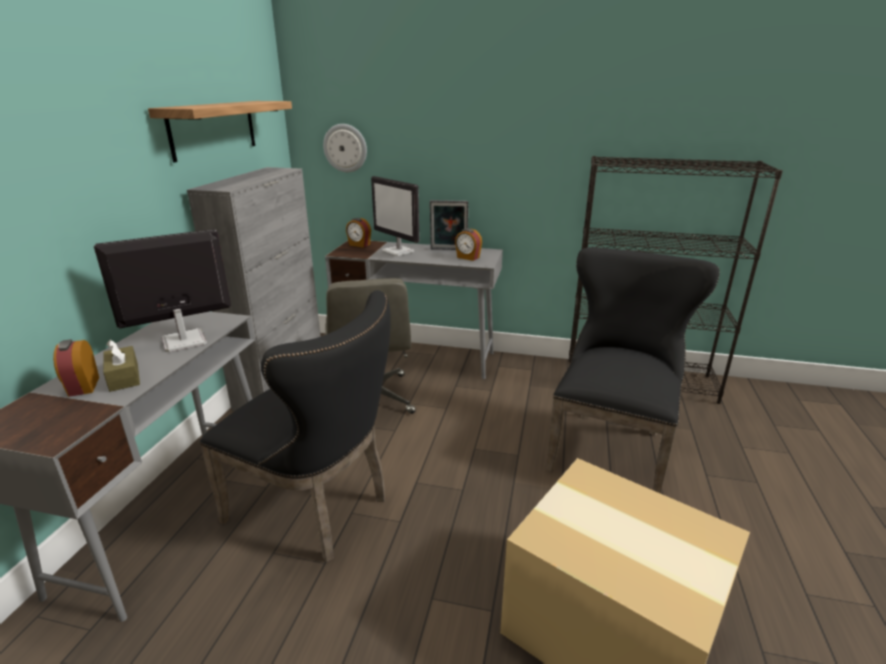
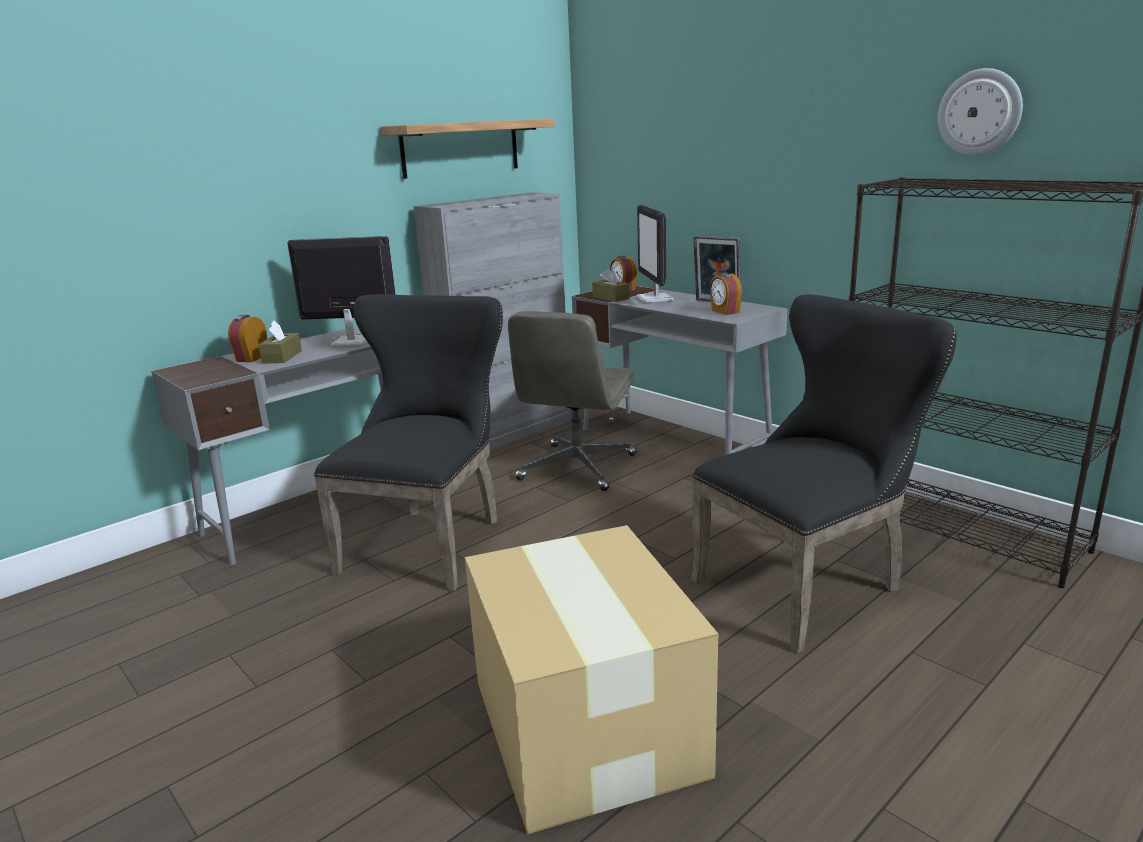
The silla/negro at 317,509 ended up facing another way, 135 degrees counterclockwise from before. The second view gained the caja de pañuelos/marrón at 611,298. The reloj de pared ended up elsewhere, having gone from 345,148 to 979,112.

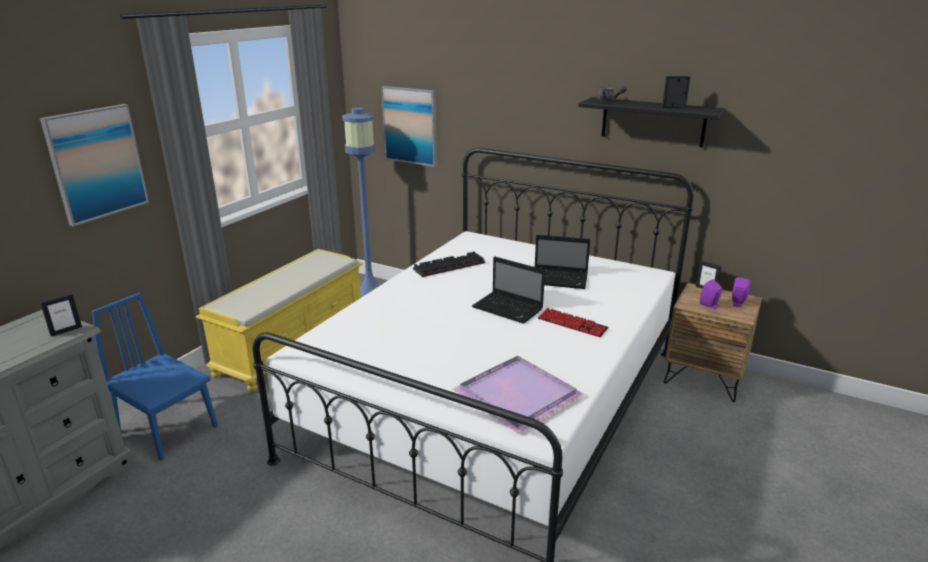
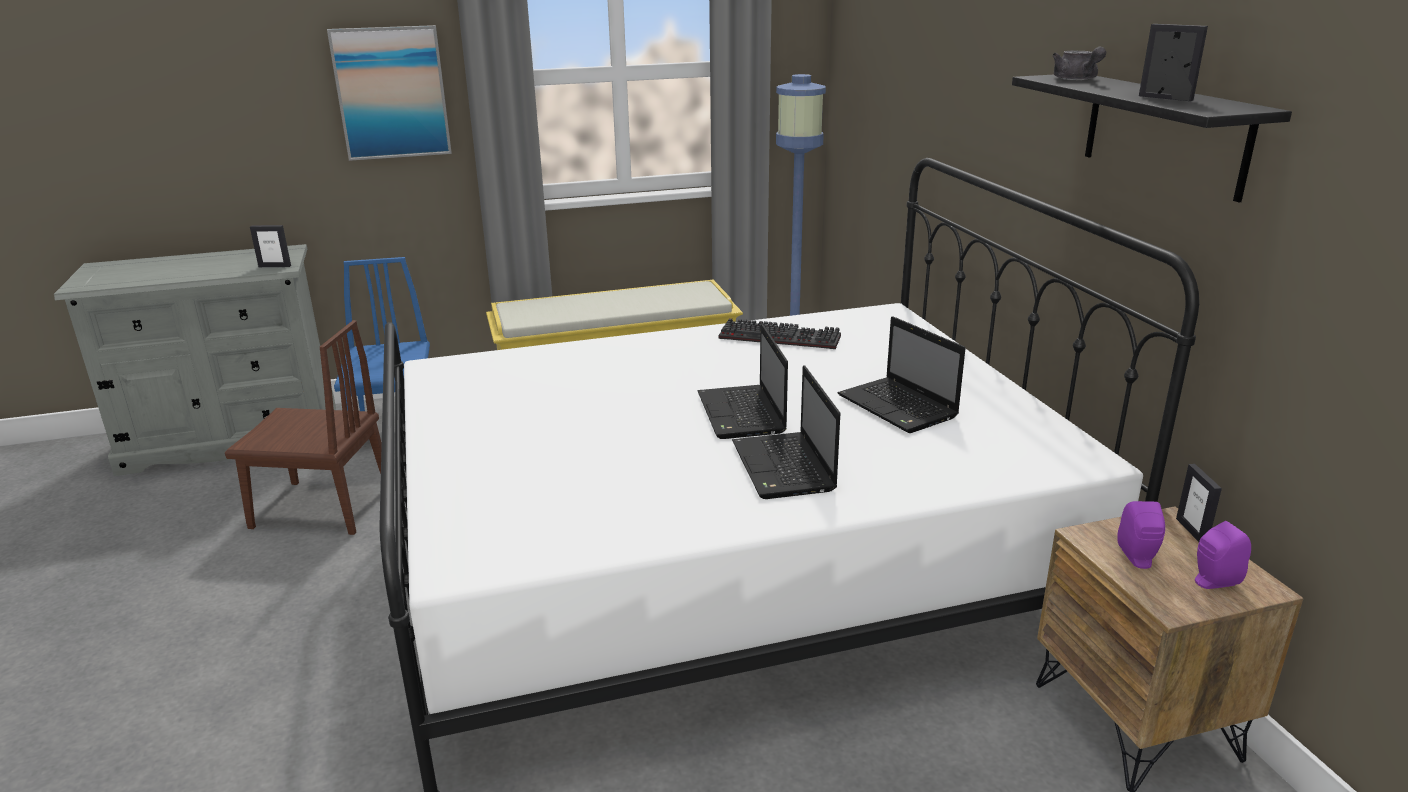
The second view gained the silla/marrón at 322,507. Where the teclado stood at 572,324, the portátil came to stand at 784,468. The second view lost the cuadro at 410,126. The second view lost the bandeja/morado at 514,395.

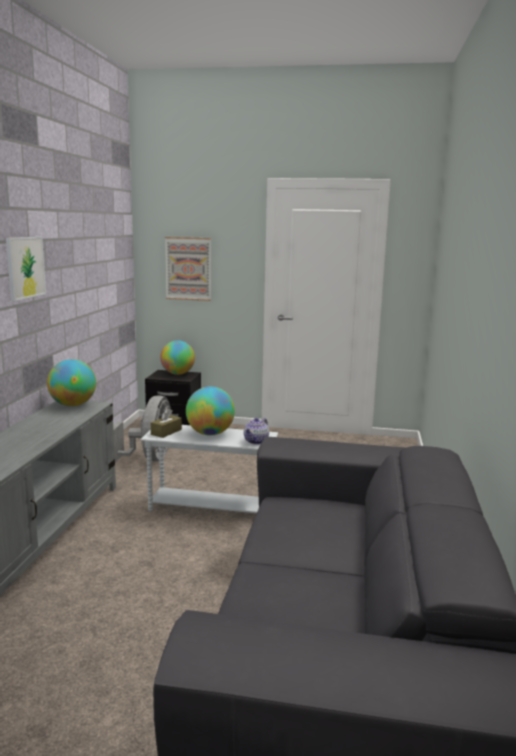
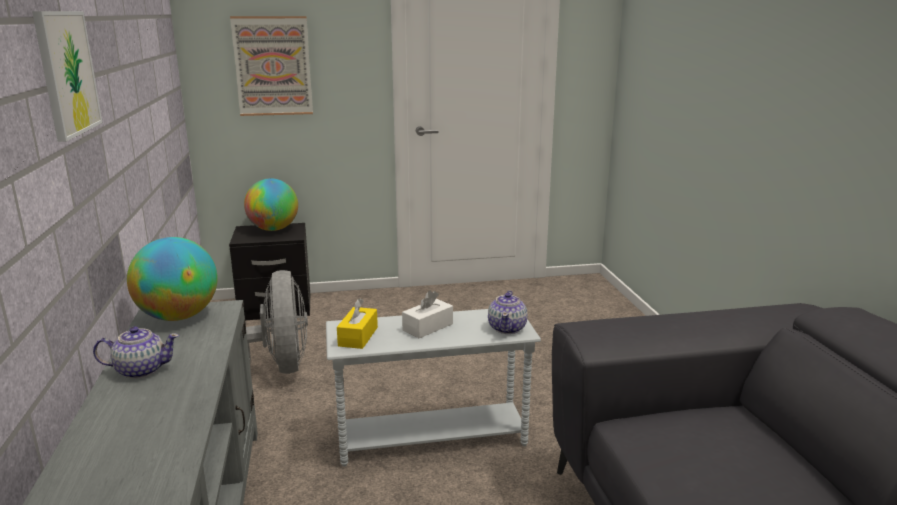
The second view gained the tetera at 140,370. What was the caja de pañuelos/marrón at 166,432 turned into the caja de pañuelos/amarillo at 358,336. Where the globo terráqueo stood at 210,433, the caja de pañuelos/blanco came to stand at 428,327.

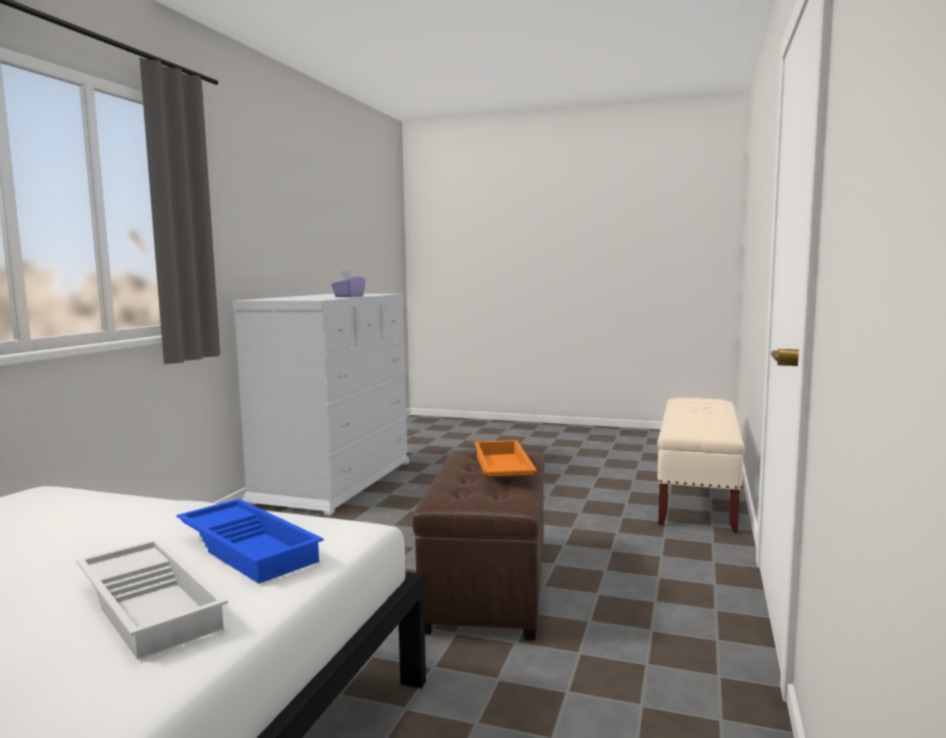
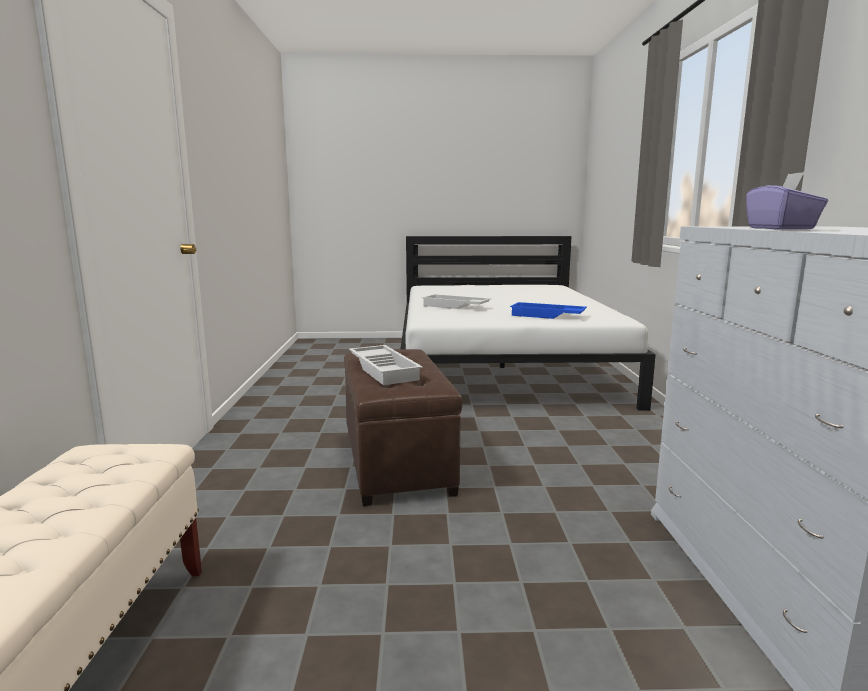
What was the bandeja/naranja at 501,469 turned into the bandeja/blanco at 385,370. The bandeja/azul ended up elsewhere, having gone from 251,548 to 546,316.

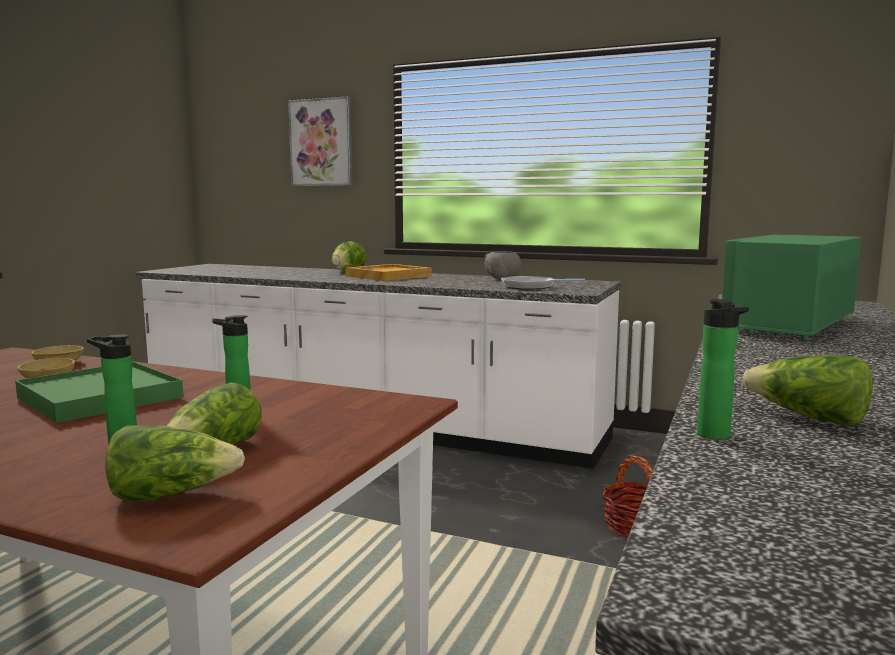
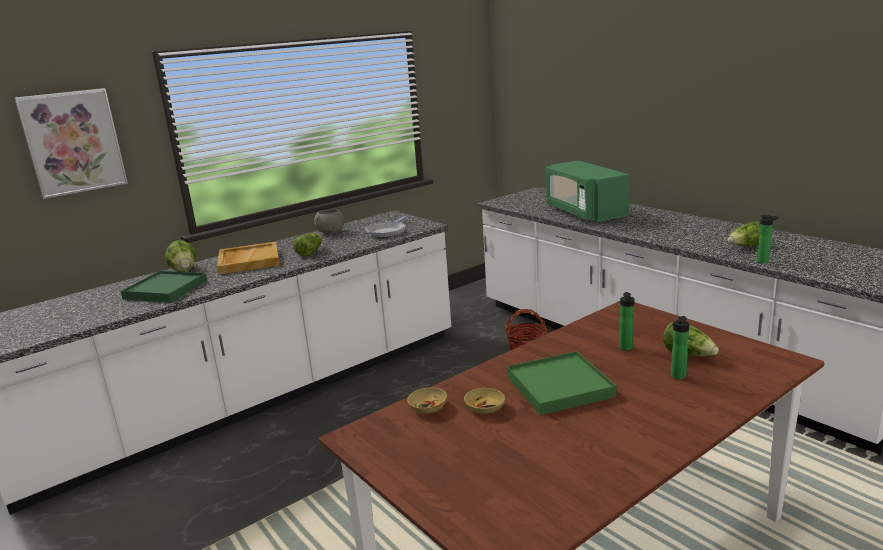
The second view gained the bandeja/verde at 165,290. The lechuga ended up elsewhere, having gone from 172,495 to 310,253.

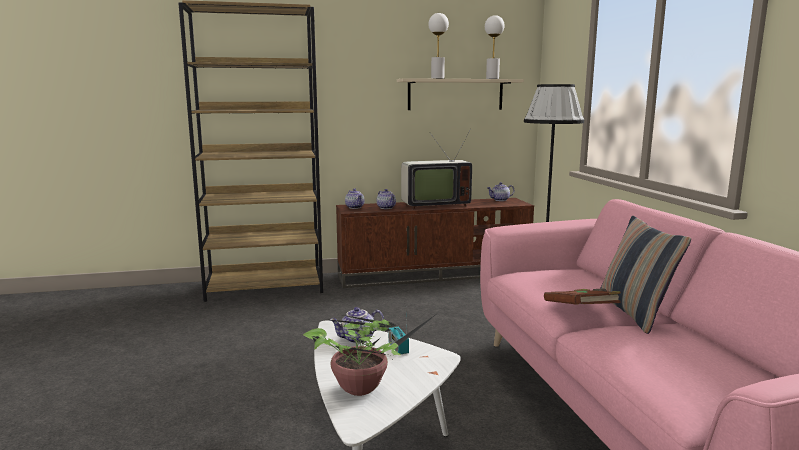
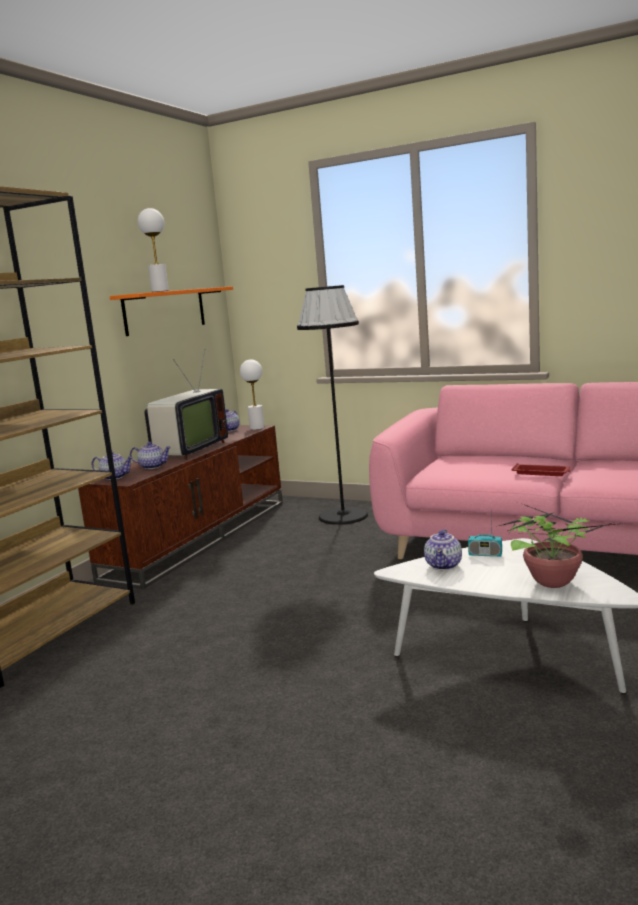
What was the estante/beis at 455,94 turned into the estante/naranja at 165,311. The lámpara de mesa/blanco ended up elsewhere, having gone from 492,79 to 257,428. Where the libro/marrón stood at 580,311, the bandeja/rojo came to stand at 541,473. The second view lost the cojín at 634,313.

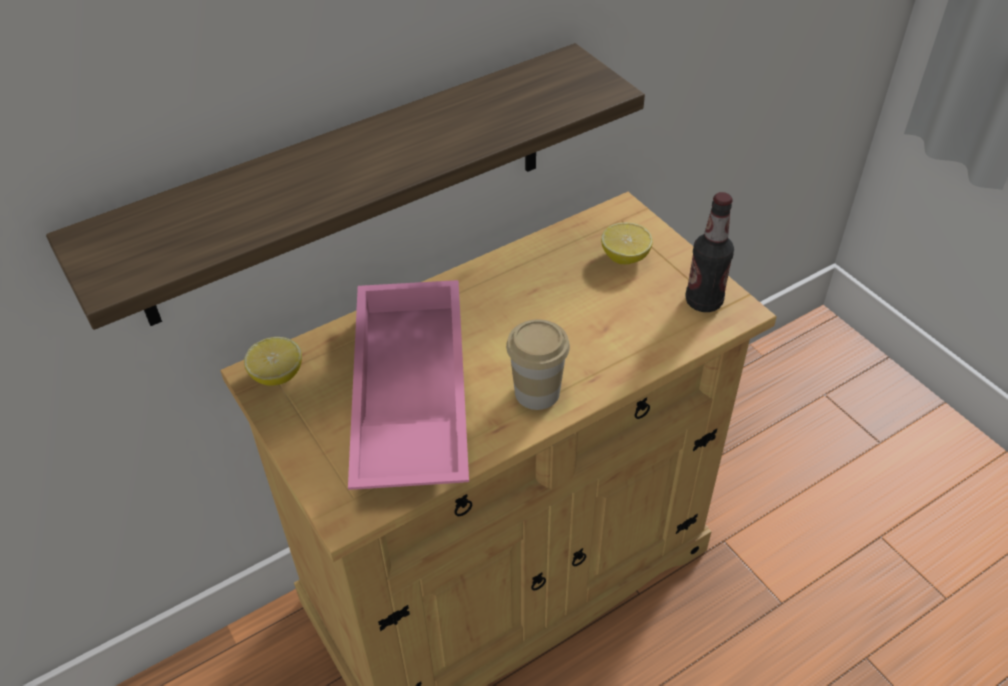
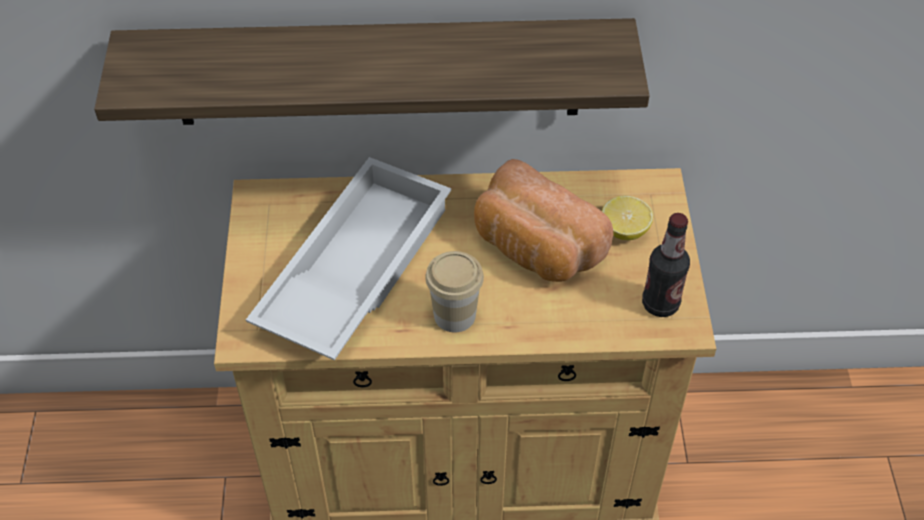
What was the bandeja/rosa at 407,395 turned into the bandeja/blanco at 353,268. The second view gained the pan at 534,248. The second view lost the limón at 277,375.

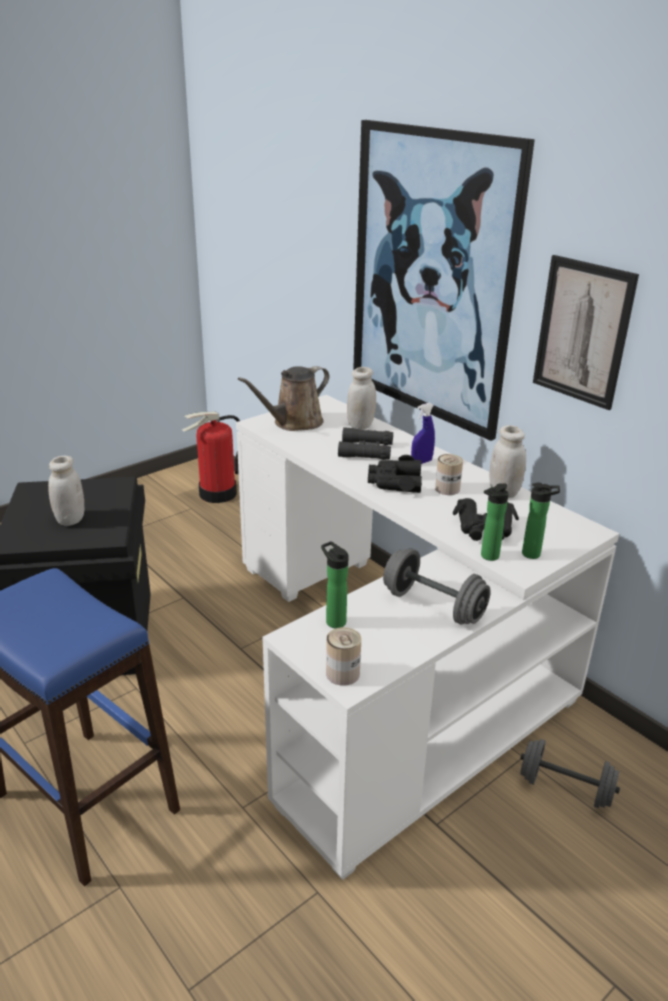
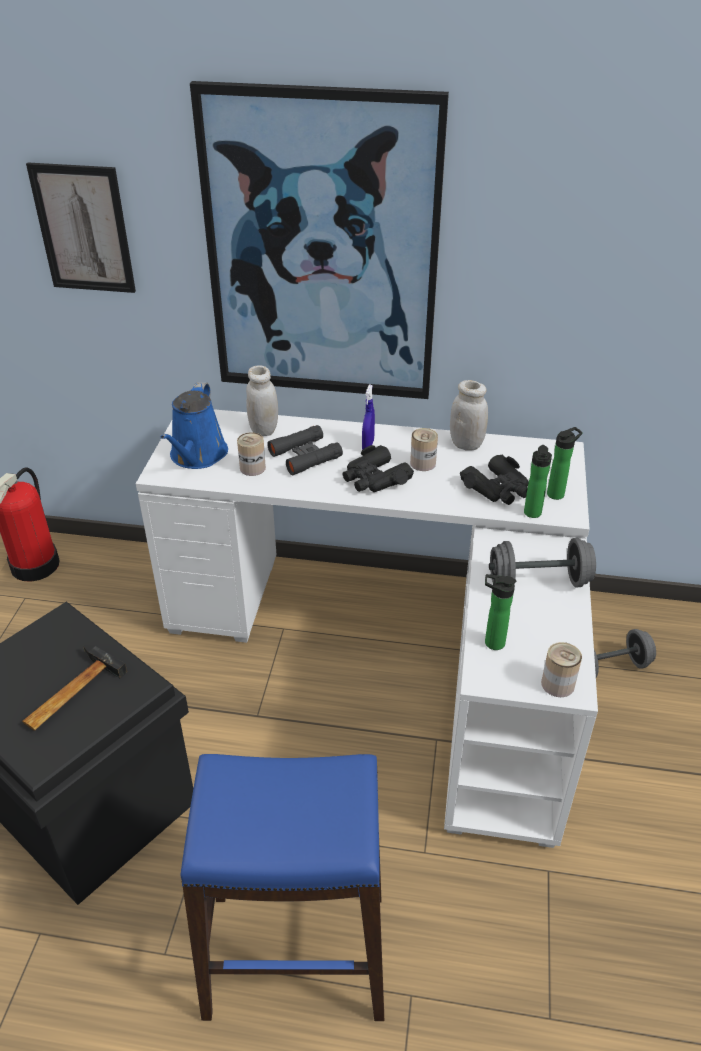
Where the tarro/blanco stood at 70,519, the martillo came to stand at 69,693. The cuadro ended up elsewhere, having gone from 582,332 to 83,229. What was the regadera/marrón at 294,423 turned into the regadera/azul at 197,456. The second view gained the lata at 252,468.

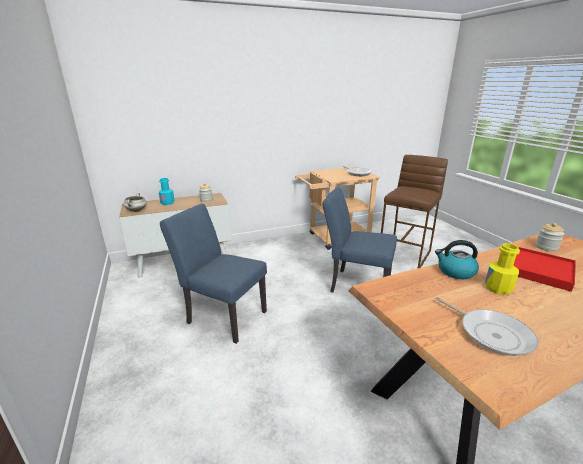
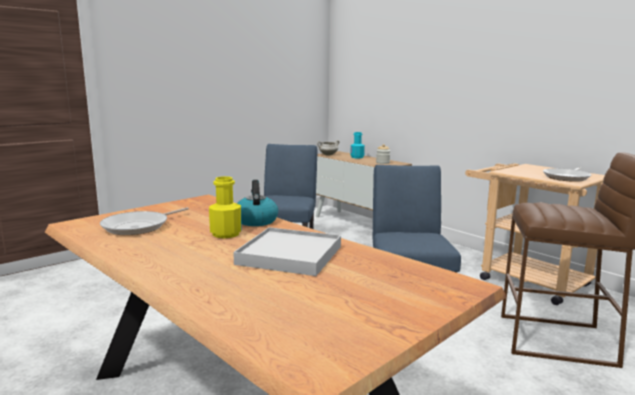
What was the bandeja/rojo at 537,270 turned into the bandeja/blanco at 290,255. The second view lost the tarro at 546,247.

